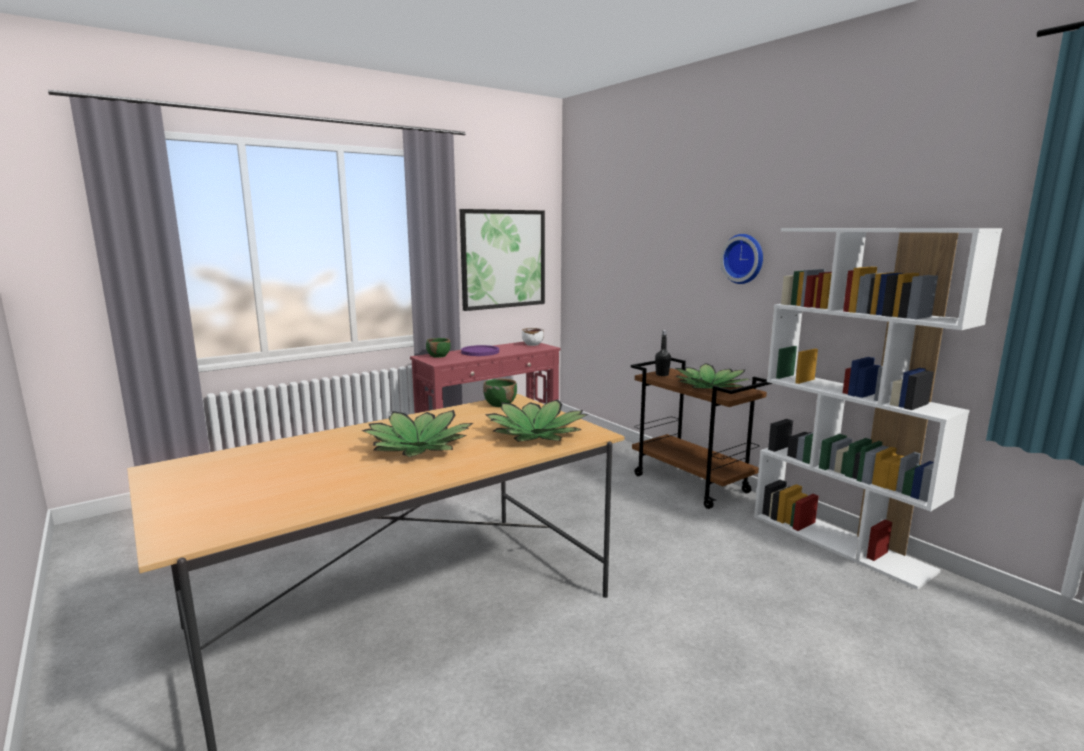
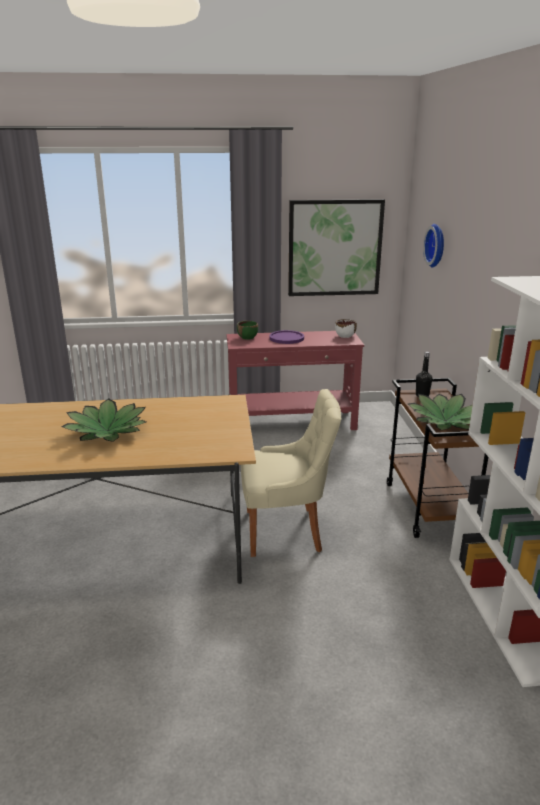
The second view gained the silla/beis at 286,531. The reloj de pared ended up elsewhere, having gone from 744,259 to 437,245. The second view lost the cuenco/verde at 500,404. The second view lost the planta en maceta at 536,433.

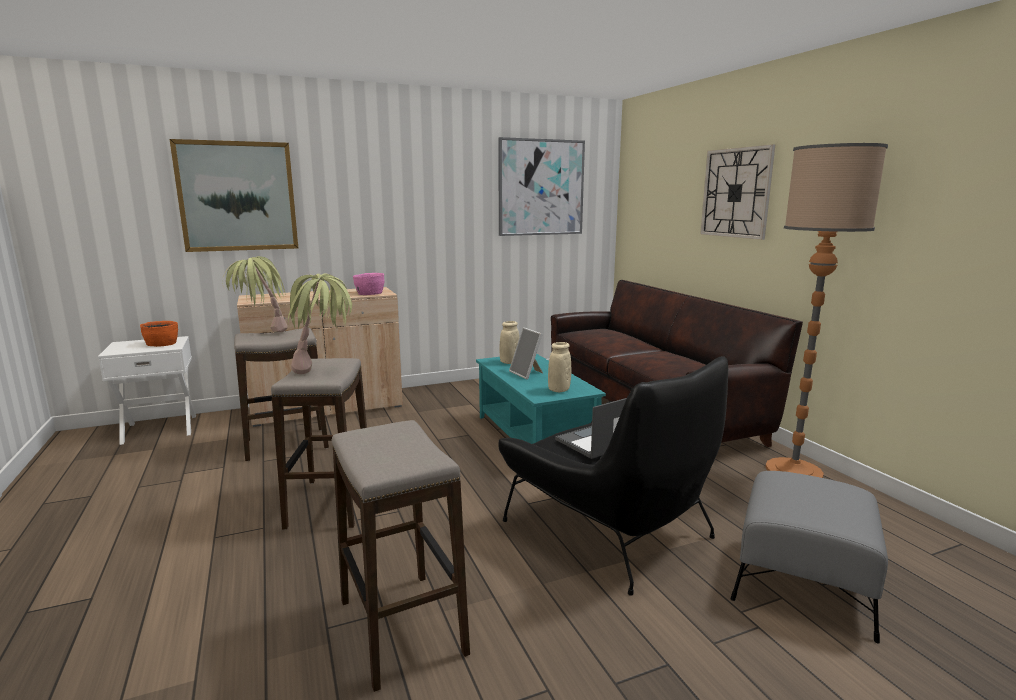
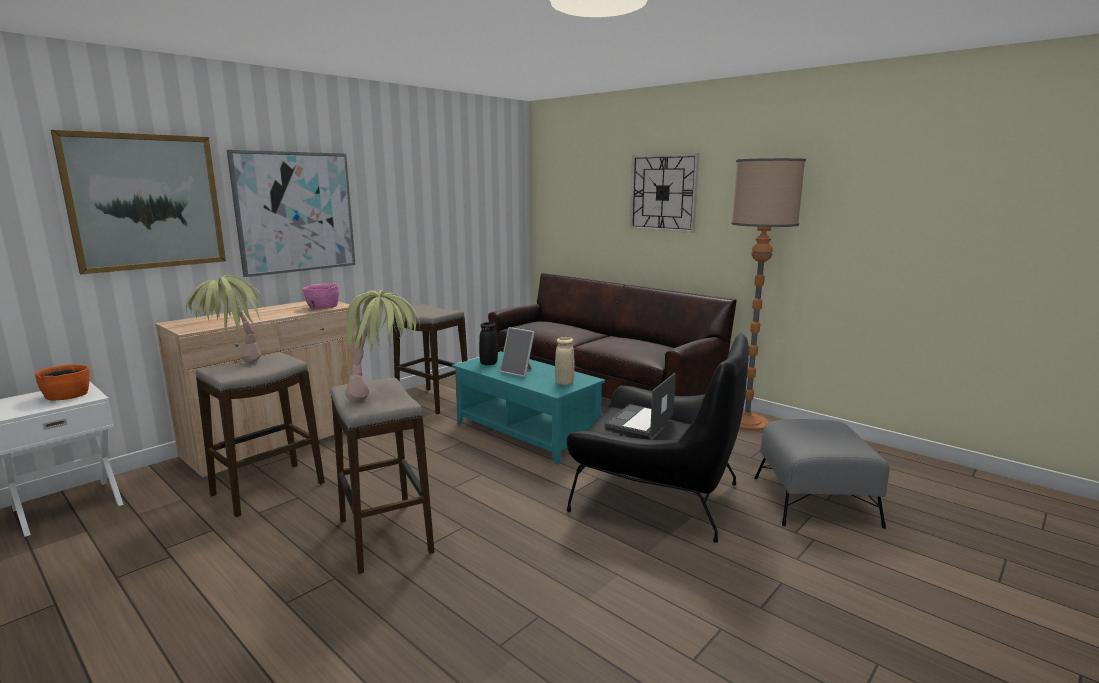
The cuadro ended up elsewhere, having gone from 541,187 to 295,212. The taburete ended up elsewhere, having gone from 401,628 to 432,401. What was the florero/beis at 509,362 turned into the florero/negro at 488,363.

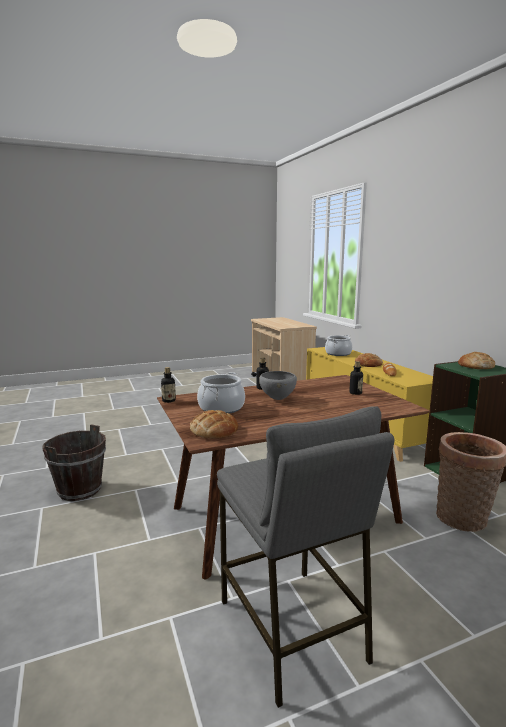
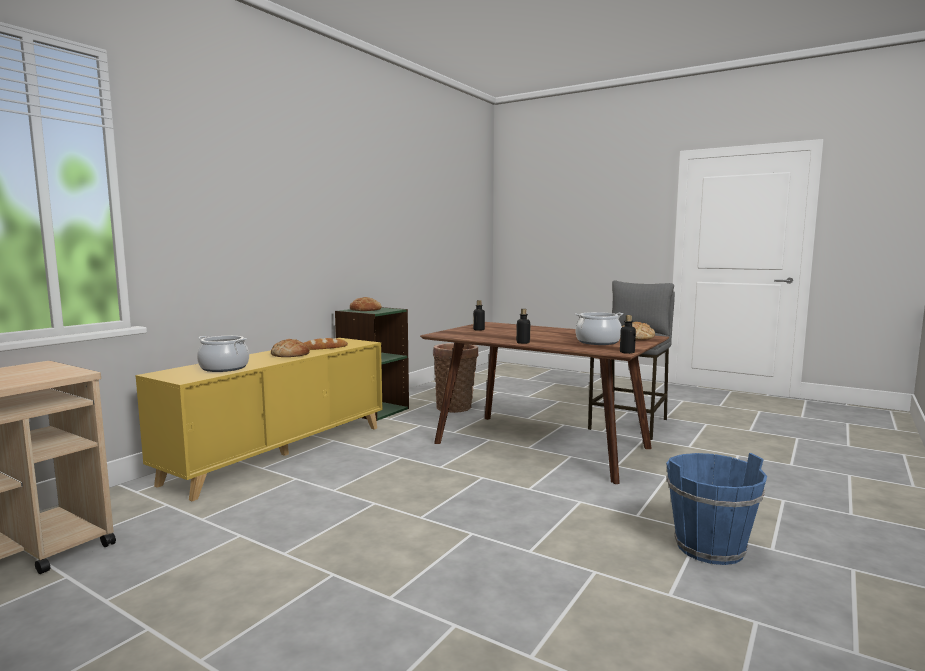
What was the cubo/marrón at 80,490 turned into the cubo/azul at 709,547. The second view lost the cuenco/gris at 277,399.

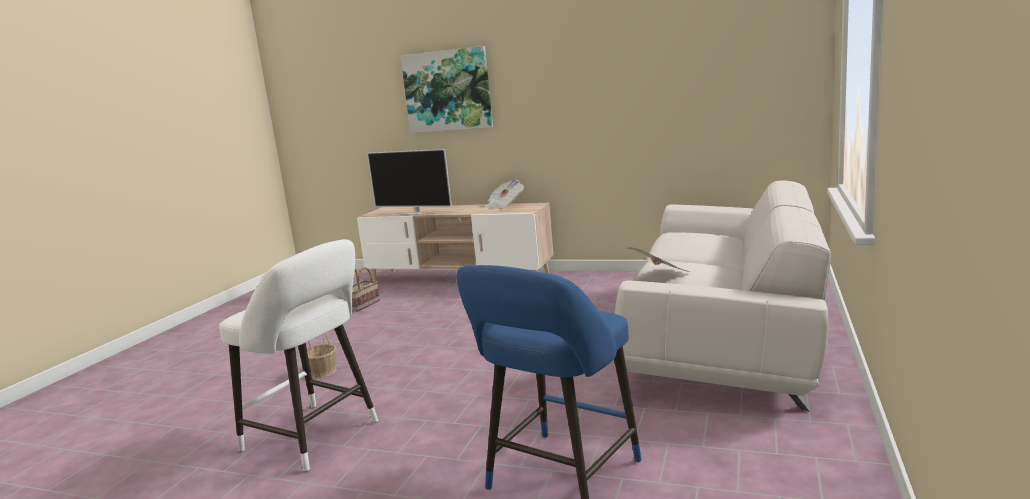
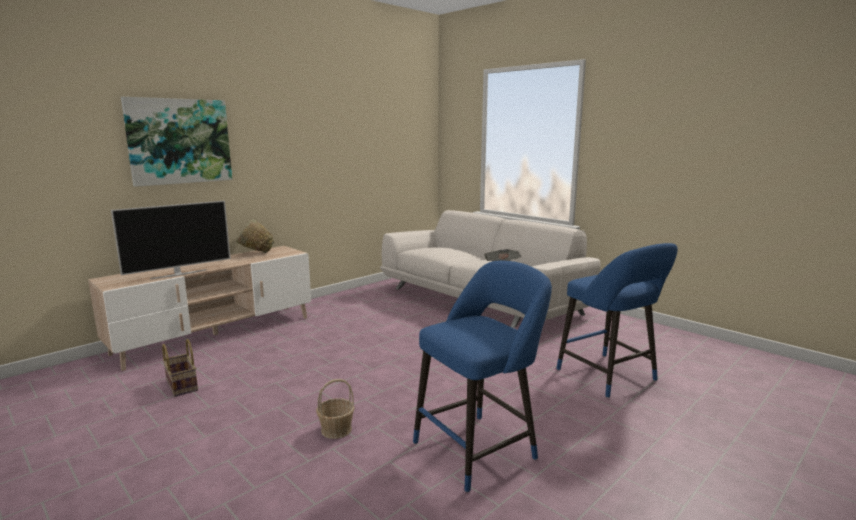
Where the periódico stood at 504,206, the cuenco/verde came to stand at 254,253. What was the taburete/blanco at 316,438 turned into the taburete/azul at 479,448.

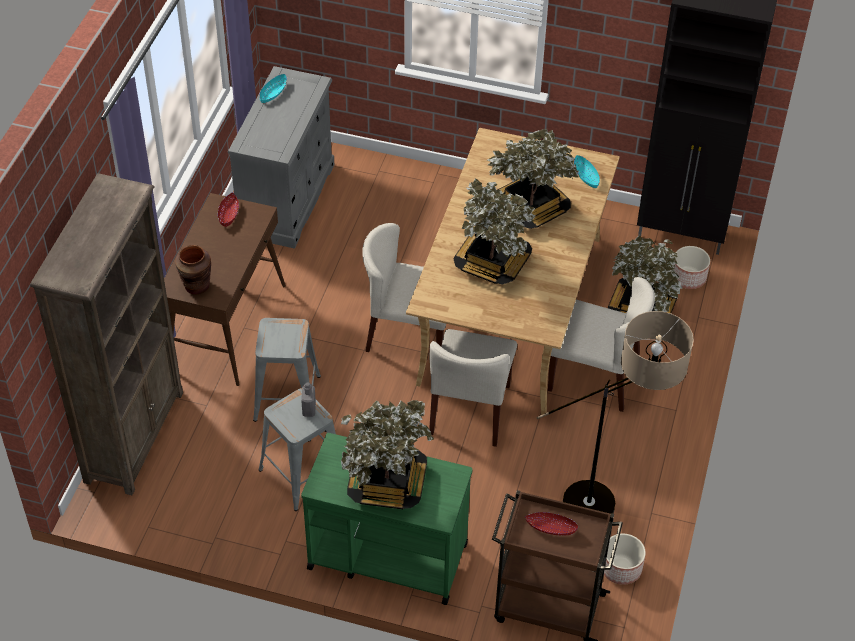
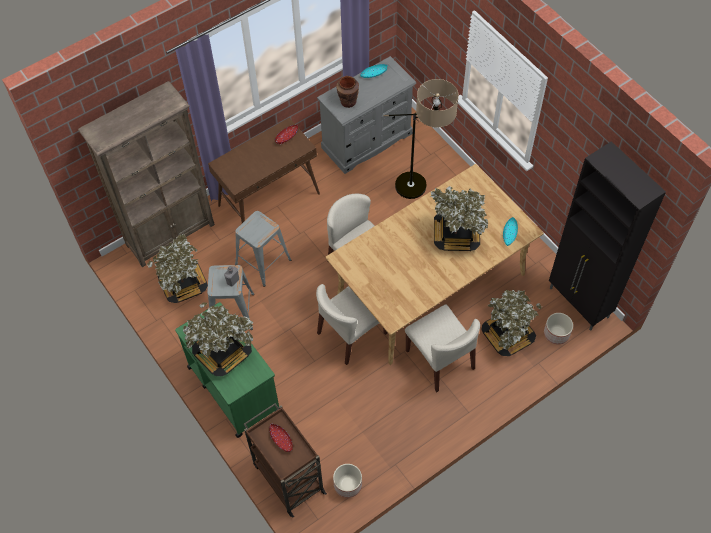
The planta en maceta ended up elsewhere, having gone from 491,263 to 183,284. The florero/marrón ended up elsewhere, having gone from 196,286 to 348,102. The lámpara de pie ended up elsewhere, having gone from 610,505 to 420,193.

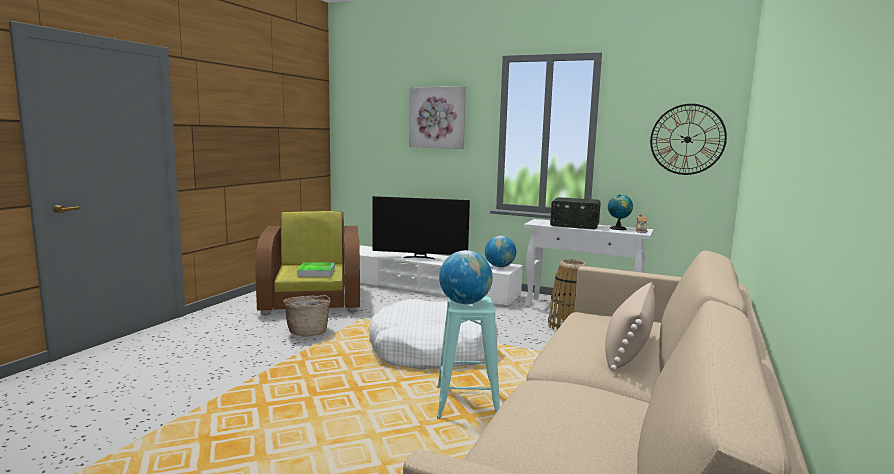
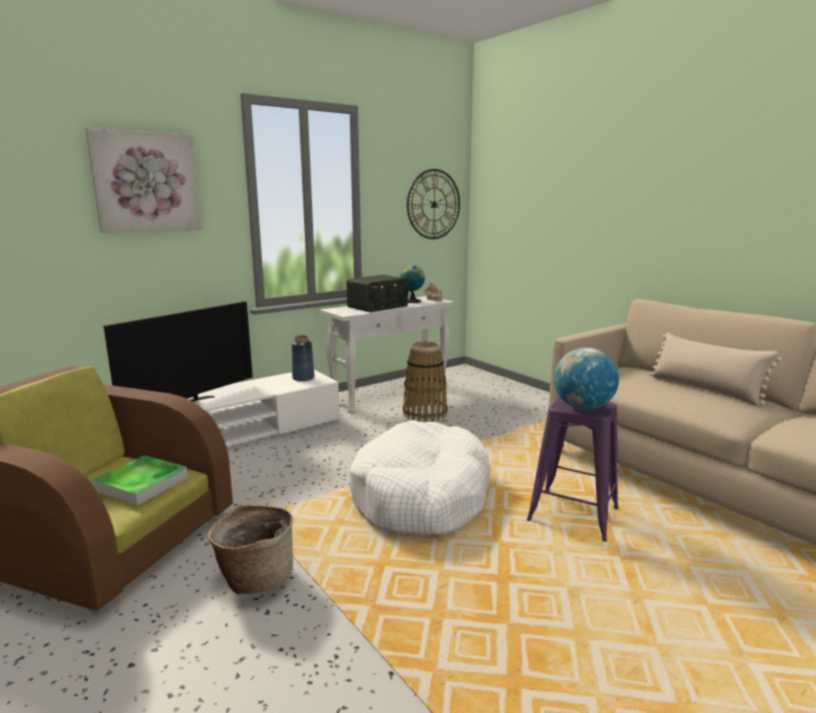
Where the globo terráqueo stood at 499,266, the florero/azul came to stand at 303,378. What was the taburete/turquesa at 467,403 turned into the taburete/morado at 573,515.

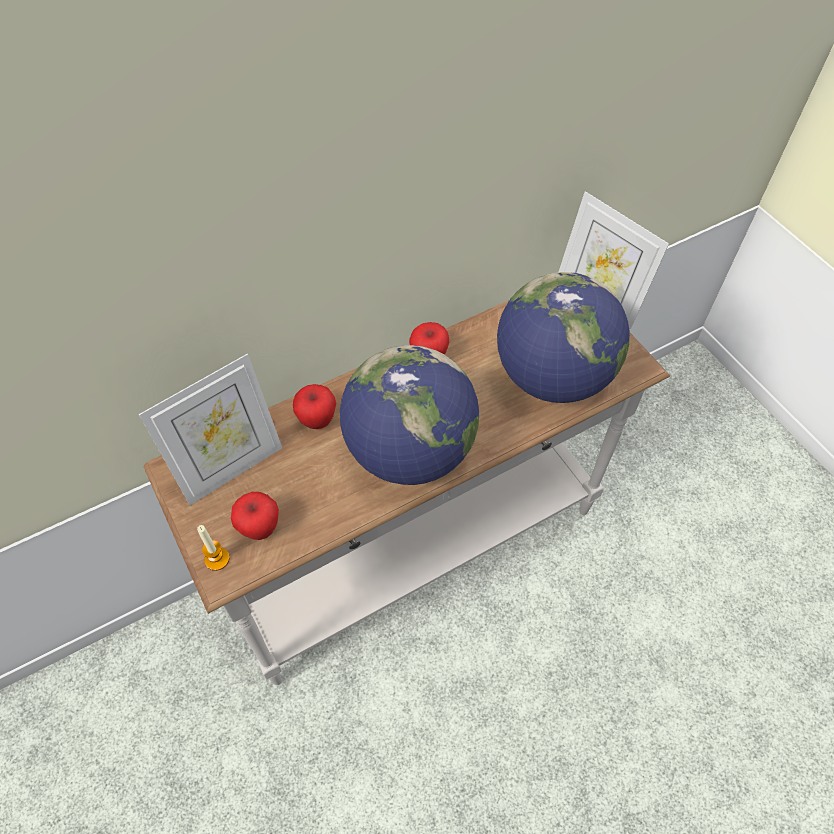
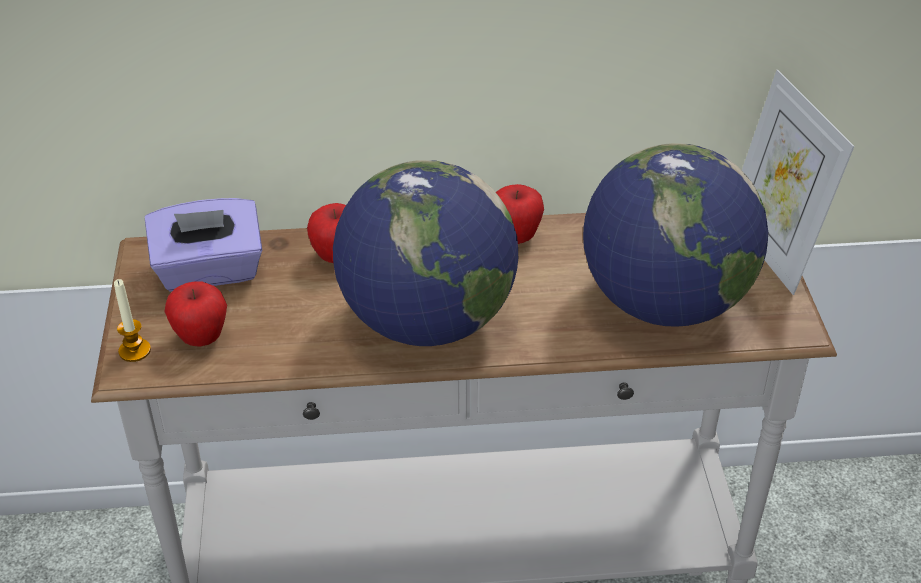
Where the portarretratos stood at 231,468, the caja de pañuelos/morado came to stand at 210,271.

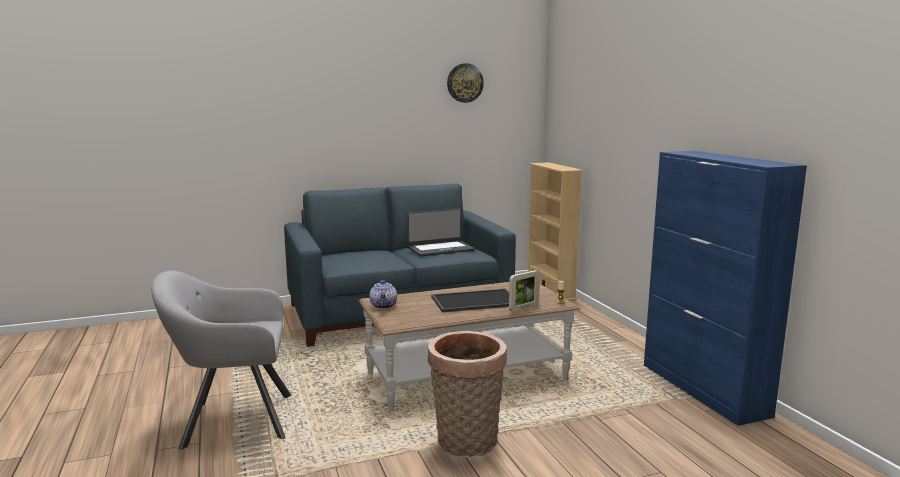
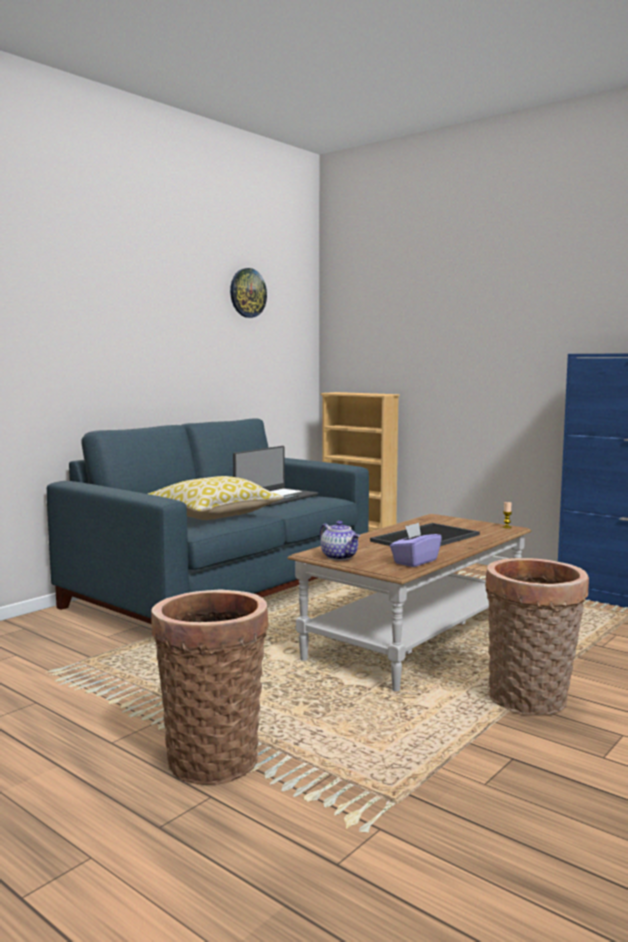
The second view gained the cojín at 213,515. Where the sillón/gris stood at 232,421, the cesta came to stand at 213,757. The second view gained the caja de pañuelos/morado at 415,562. The second view lost the portarretratos at 523,308.

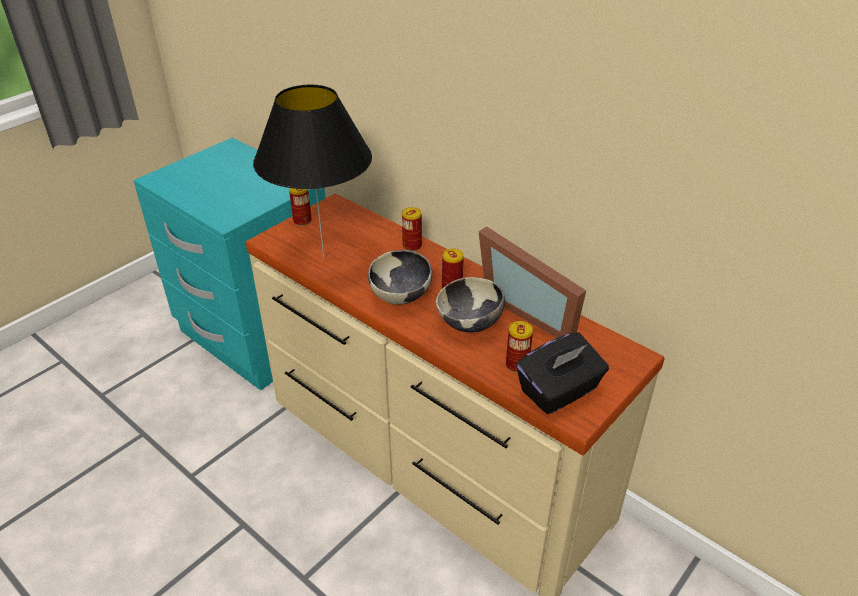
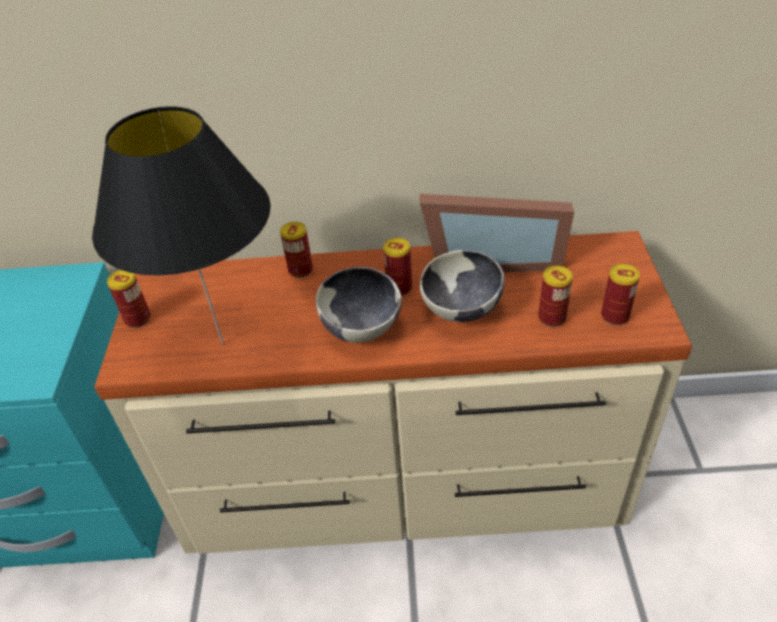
Where the caja de pañuelos/negro stood at 559,391, the lata came to stand at 615,316.

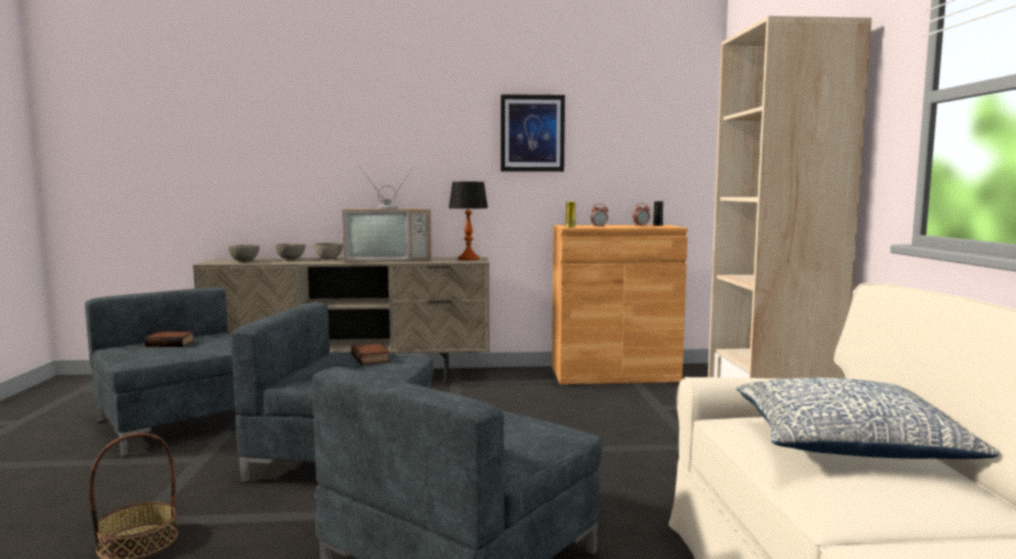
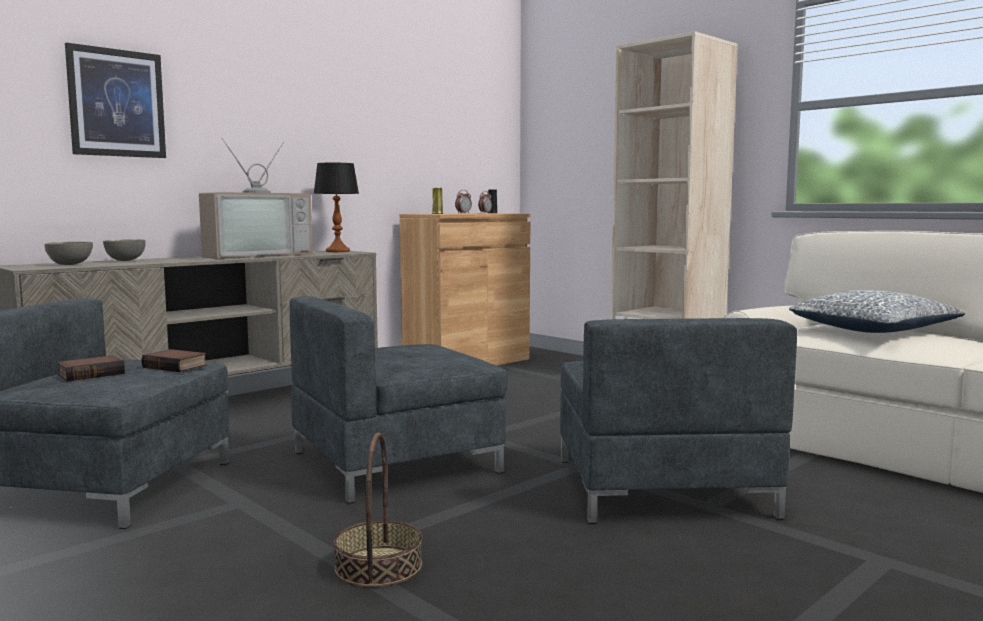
The cuadro ended up elsewhere, having gone from 532,133 to 117,103. The libro ended up elsewhere, having gone from 371,358 to 176,366. The second view lost the cuenco/gris at 328,259.

